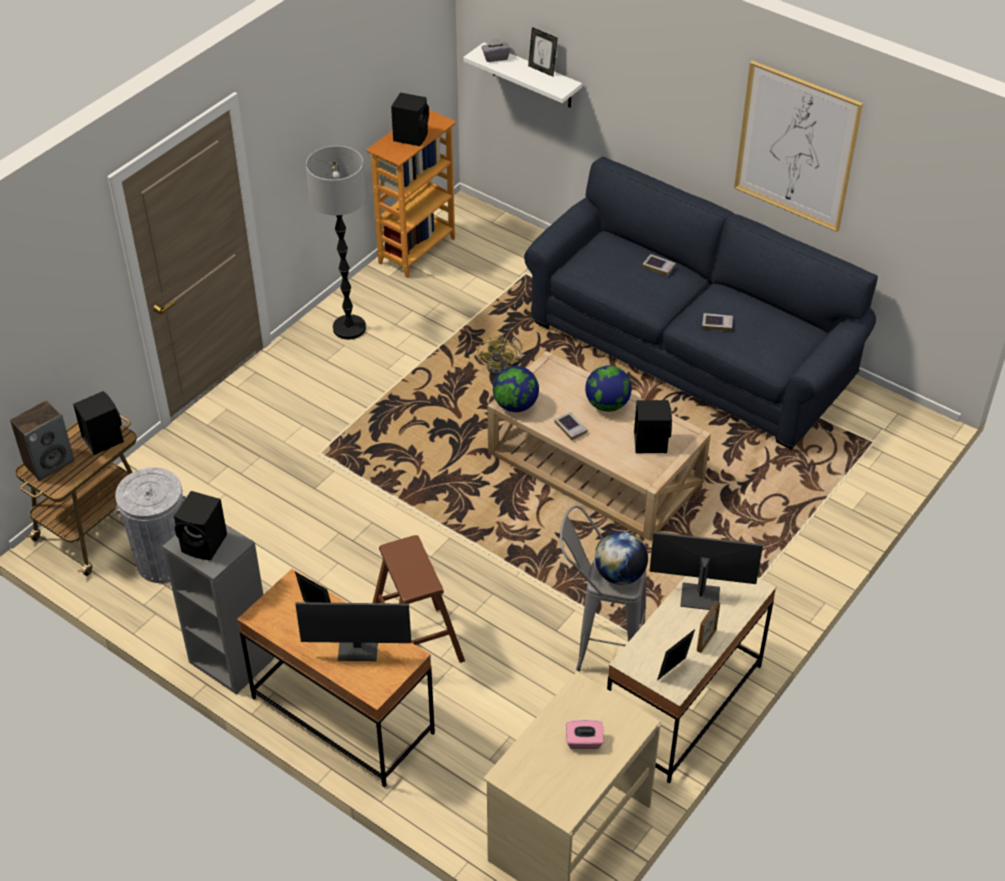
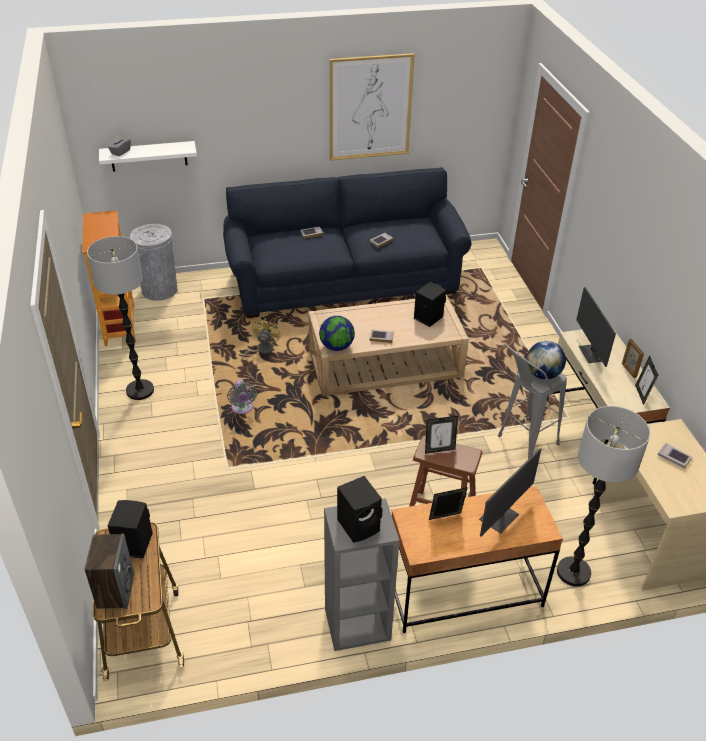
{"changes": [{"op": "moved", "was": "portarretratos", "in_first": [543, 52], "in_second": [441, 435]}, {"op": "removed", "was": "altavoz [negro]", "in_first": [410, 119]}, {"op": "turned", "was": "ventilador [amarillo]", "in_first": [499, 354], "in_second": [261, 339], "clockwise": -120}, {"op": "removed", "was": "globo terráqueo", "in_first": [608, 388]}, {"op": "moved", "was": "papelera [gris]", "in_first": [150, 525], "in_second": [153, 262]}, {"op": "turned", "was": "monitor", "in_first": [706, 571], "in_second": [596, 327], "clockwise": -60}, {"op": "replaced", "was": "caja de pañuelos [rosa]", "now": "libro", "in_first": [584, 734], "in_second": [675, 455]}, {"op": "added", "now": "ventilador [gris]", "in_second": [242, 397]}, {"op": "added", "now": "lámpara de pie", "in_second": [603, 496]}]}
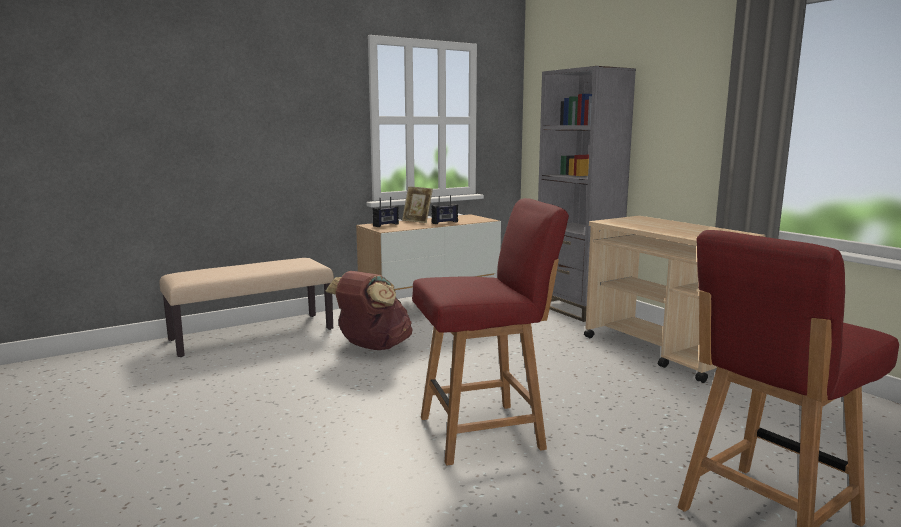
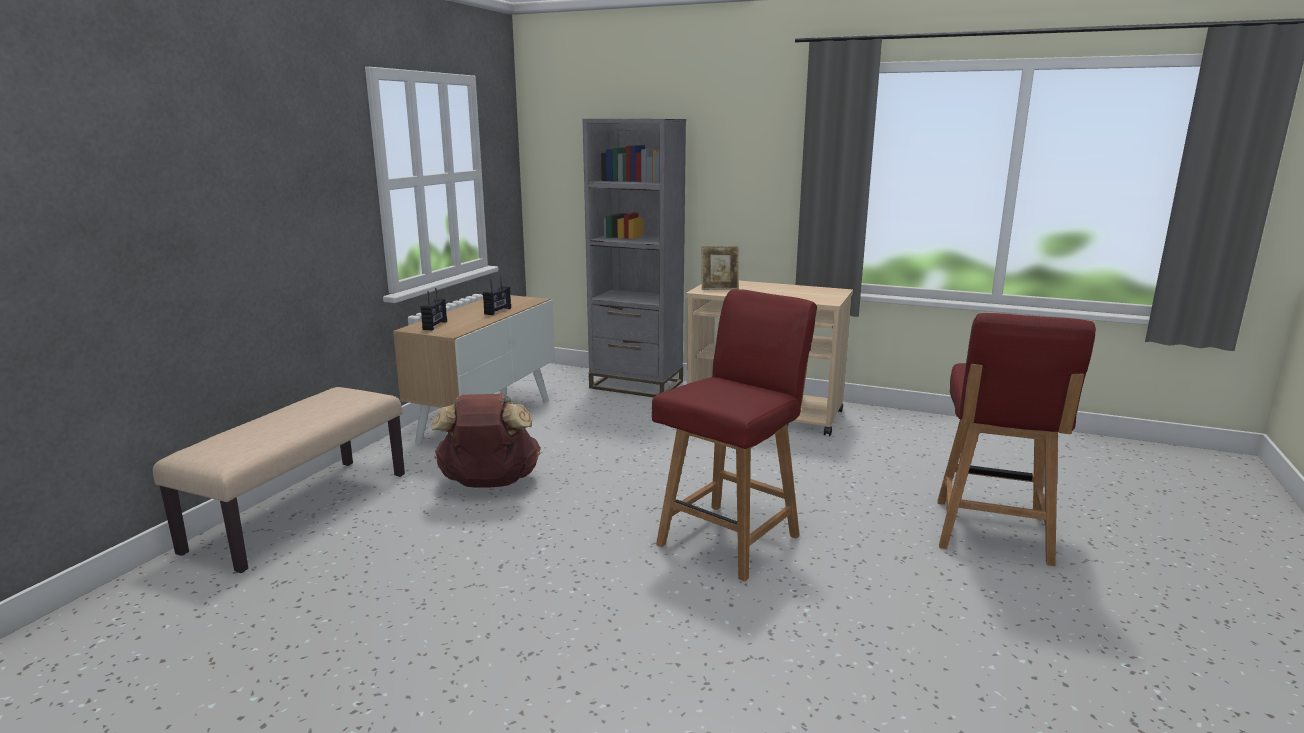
{"changes": [{"op": "moved", "was": "portarretratos", "in_first": [417, 204], "in_second": [720, 268]}]}
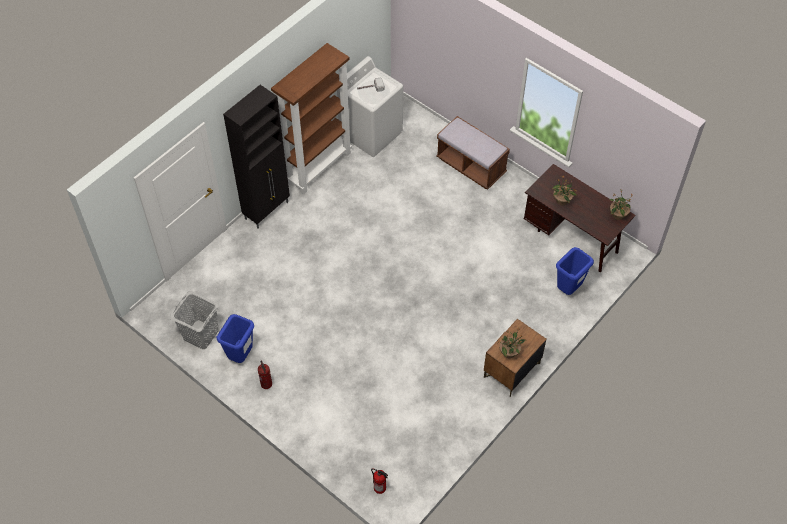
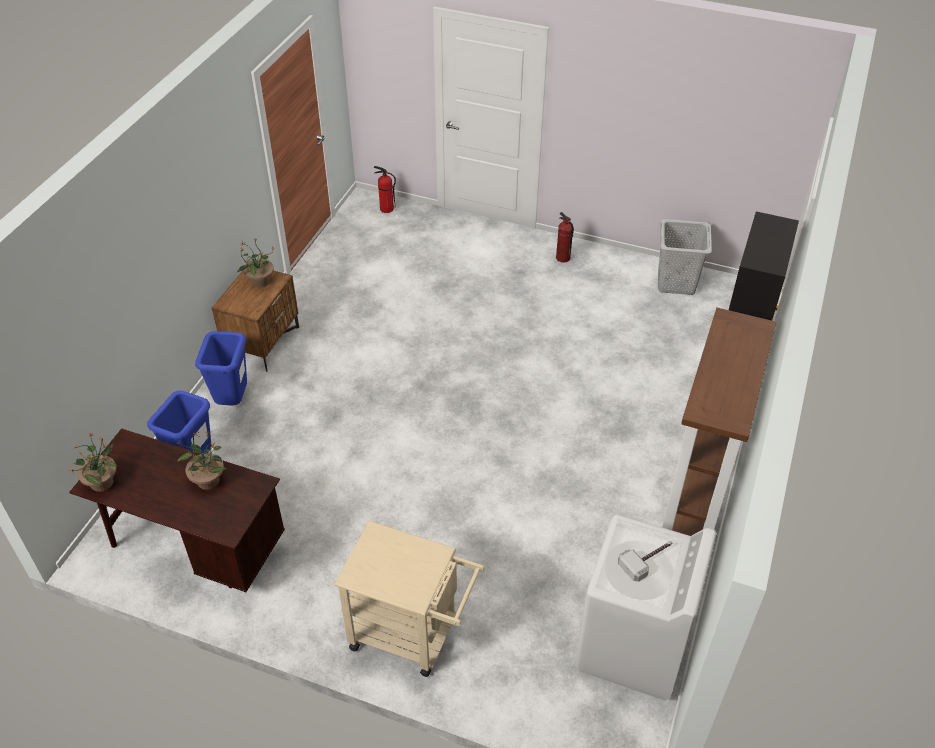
{"changes": [{"op": "replaced", "was": "banco [marrón]", "now": "carrito [beis]", "in_first": [473, 153], "in_second": [409, 599]}, {"op": "moved", "was": "papelera [azul]", "in_first": [235, 338], "in_second": [221, 368]}]}
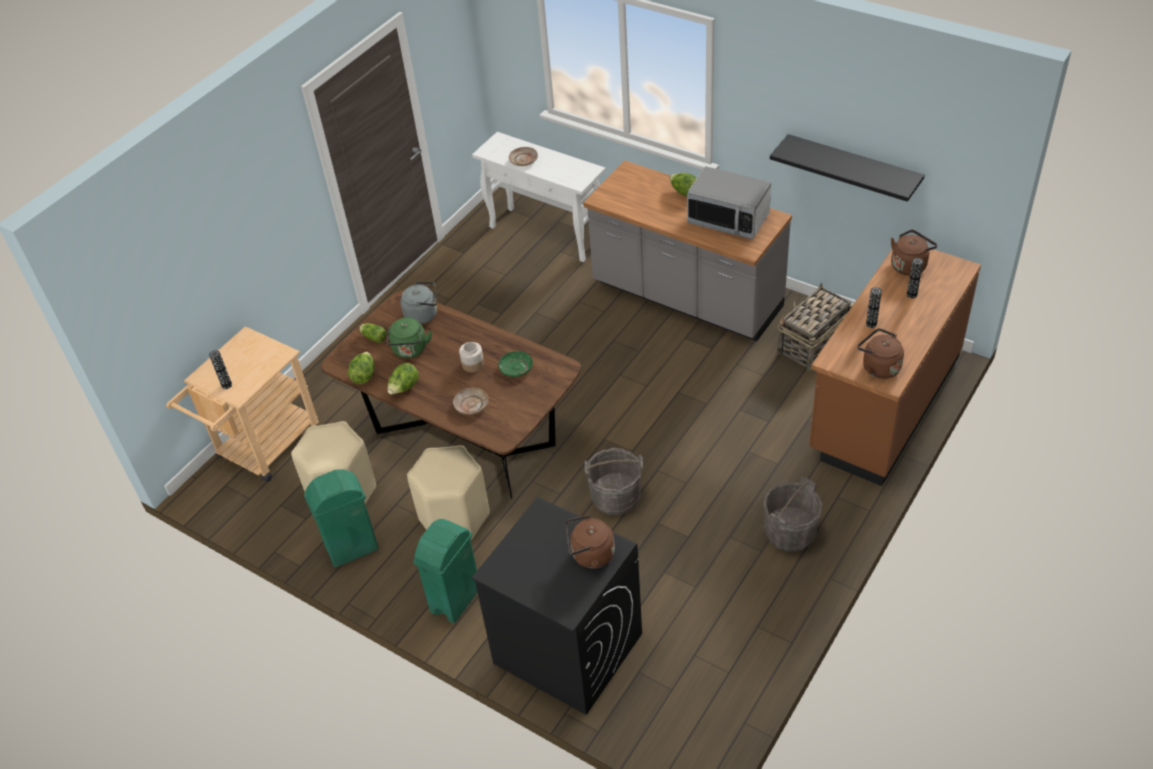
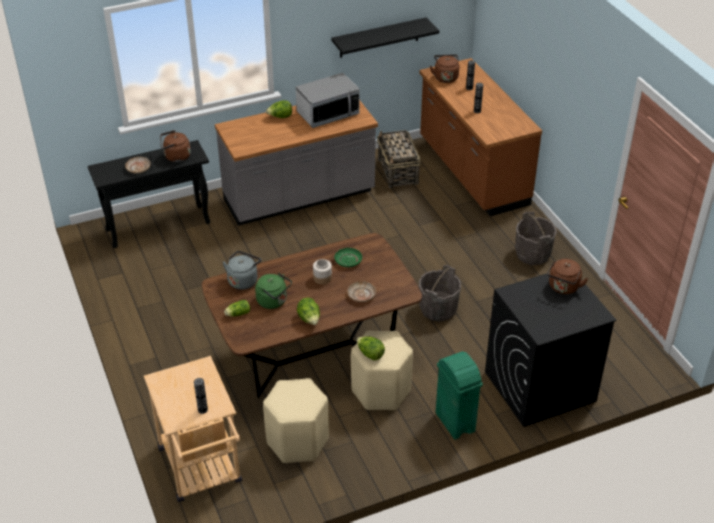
{"changes": [{"op": "recoloured", "was": "mesa consola [blanco]", "now": "mesa consola [negro]", "in_first": [539, 197], "in_second": [149, 194]}, {"op": "moved", "was": "hervidor [marrón]", "in_first": [881, 353], "in_second": [175, 146]}, {"op": "moved", "was": "lechuga", "in_first": [361, 368], "in_second": [370, 348]}, {"op": "removed", "was": "papelera [verde]", "in_first": [341, 518]}]}
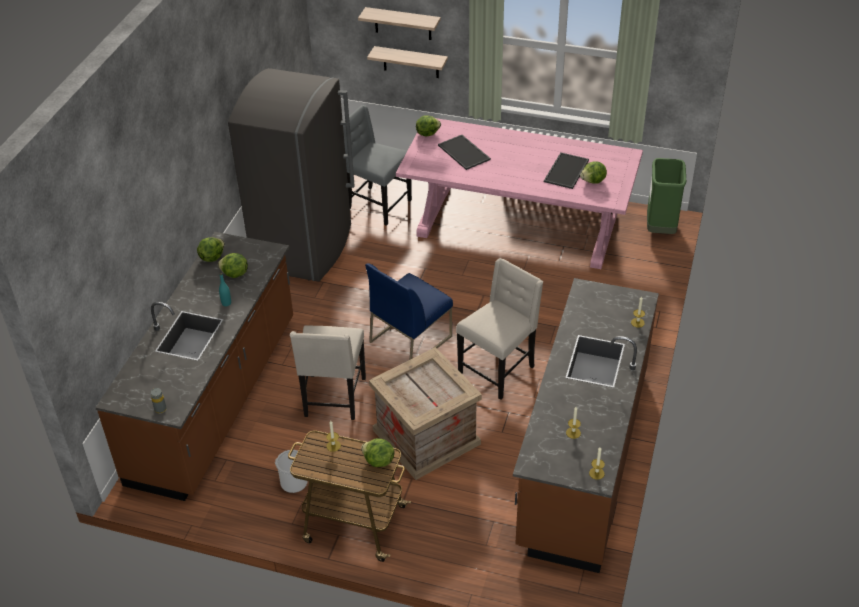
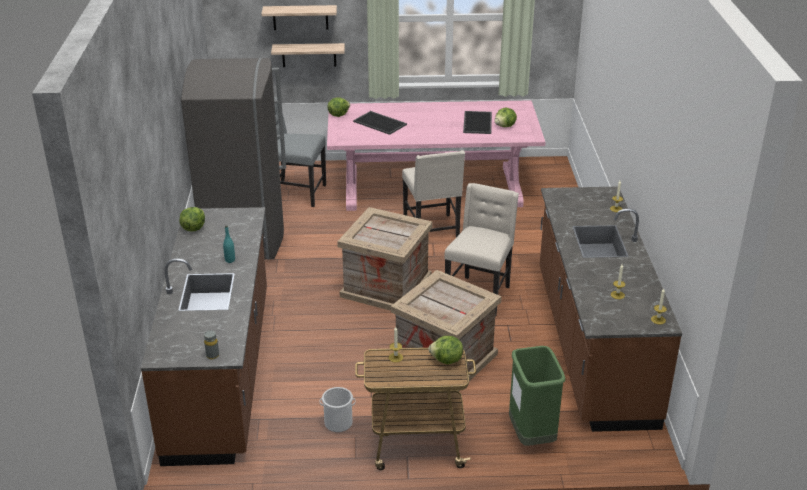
{"changes": [{"op": "moved", "was": "papelera [verde]", "in_first": [666, 196], "in_second": [537, 396]}, {"op": "removed", "was": "lechuga", "in_first": [233, 265]}, {"op": "replaced", "was": "silla [azul]", "now": "caja de embalaje", "in_first": [409, 311], "in_second": [385, 259]}, {"op": "moved", "was": "silla [beis]", "in_first": [328, 372], "in_second": [433, 193]}]}
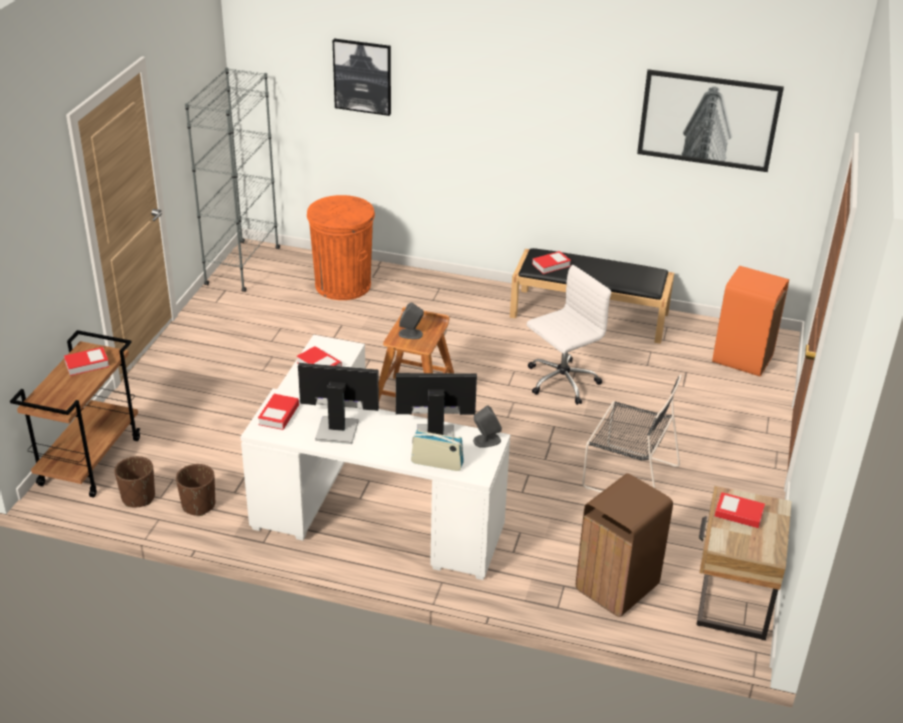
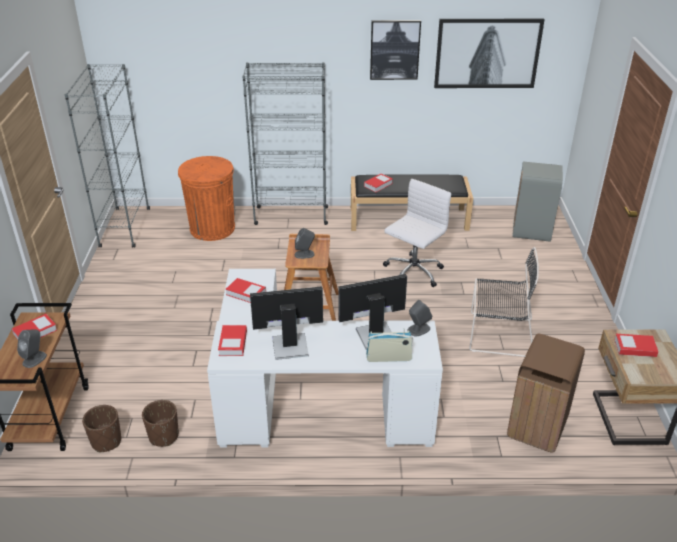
{"changes": [{"op": "moved", "was": "cuadro", "in_first": [362, 77], "in_second": [395, 50]}, {"op": "recoloured", "was": "papelera [naranja]", "now": "papelera [gris]", "in_first": [750, 321], "in_second": [537, 202]}, {"op": "added", "now": "estantería [gris]", "in_second": [285, 143]}, {"op": "added", "now": "altavoz [gris]", "in_second": [32, 348]}]}
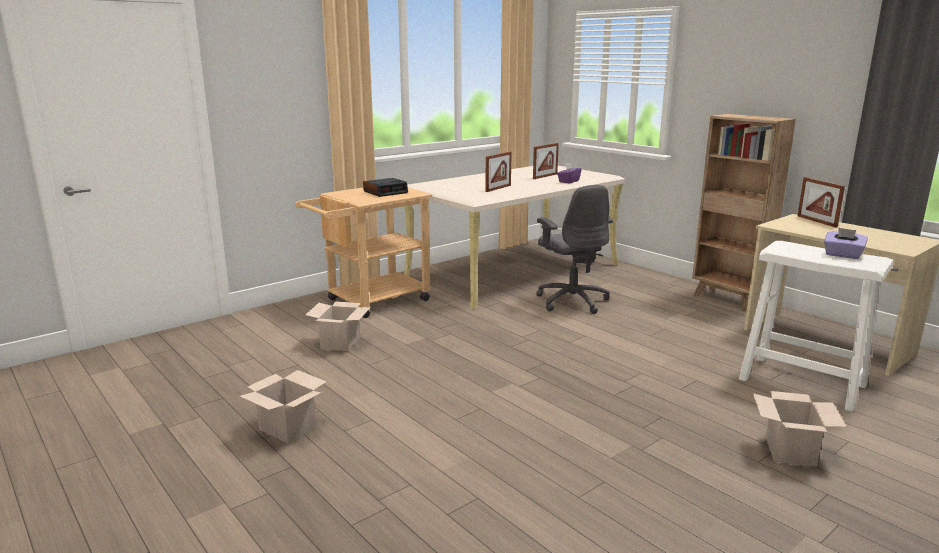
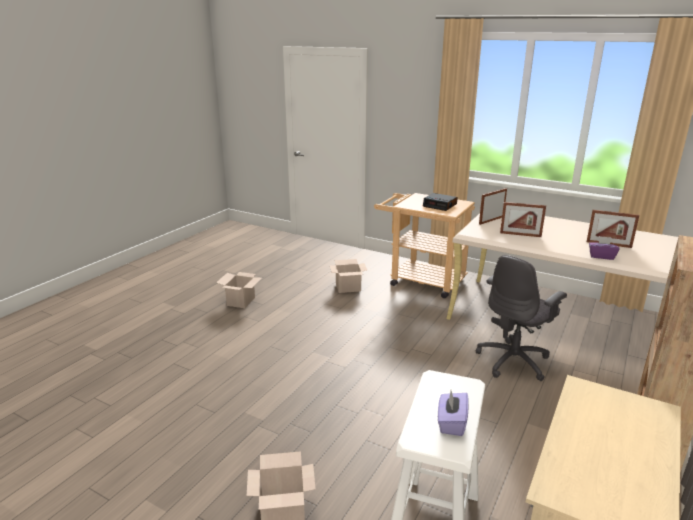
{"changes": [{"op": "moved", "was": "portarretratos", "in_first": [821, 202], "in_second": [493, 206]}]}
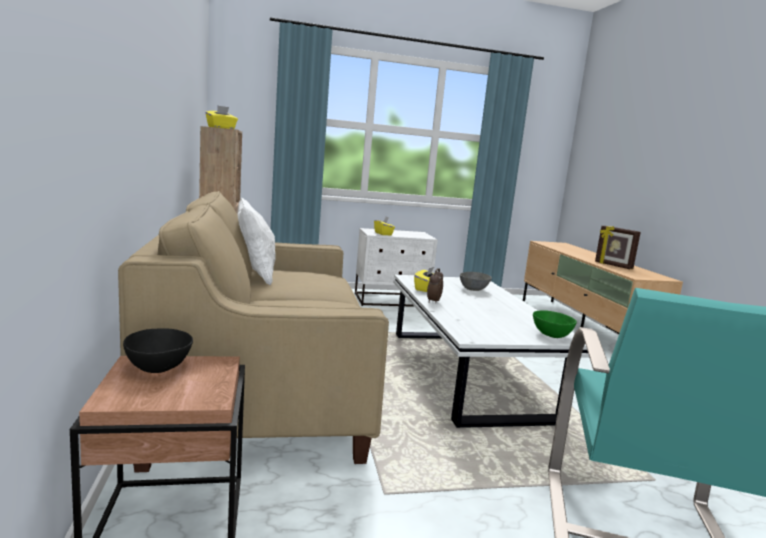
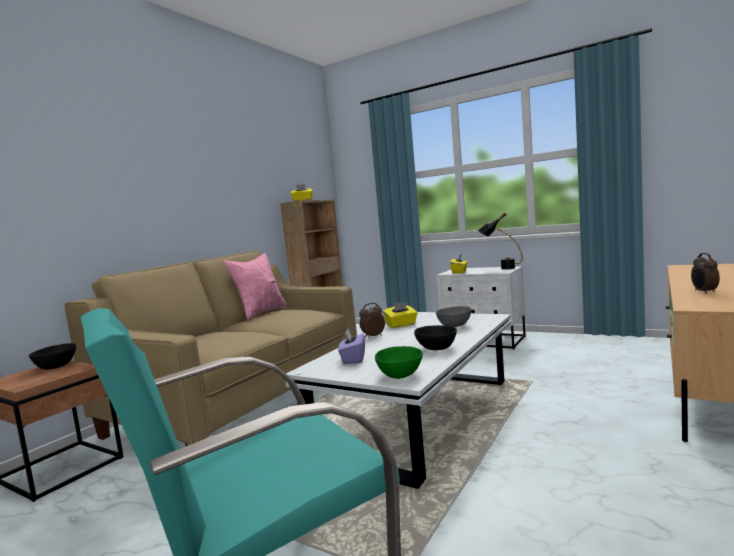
{"changes": [{"op": "recoloured", "was": "cojín [blanco]", "now": "cojín [rosa]", "in_first": [256, 241], "in_second": [256, 287]}, {"op": "replaced", "was": "portarretratos", "now": "despertador", "in_first": [618, 247], "in_second": [705, 273]}, {"op": "added", "now": "lámpara de mesa [negro]", "in_second": [500, 240]}, {"op": "added", "now": "cuenco [negro]", "in_second": [435, 337]}, {"op": "added", "now": "caja de pañuelos [morado]", "in_second": [351, 346]}]}
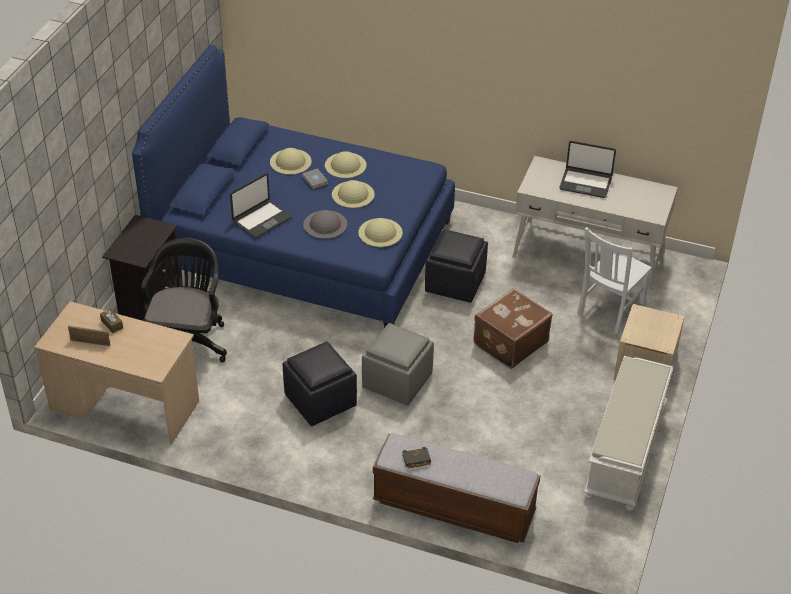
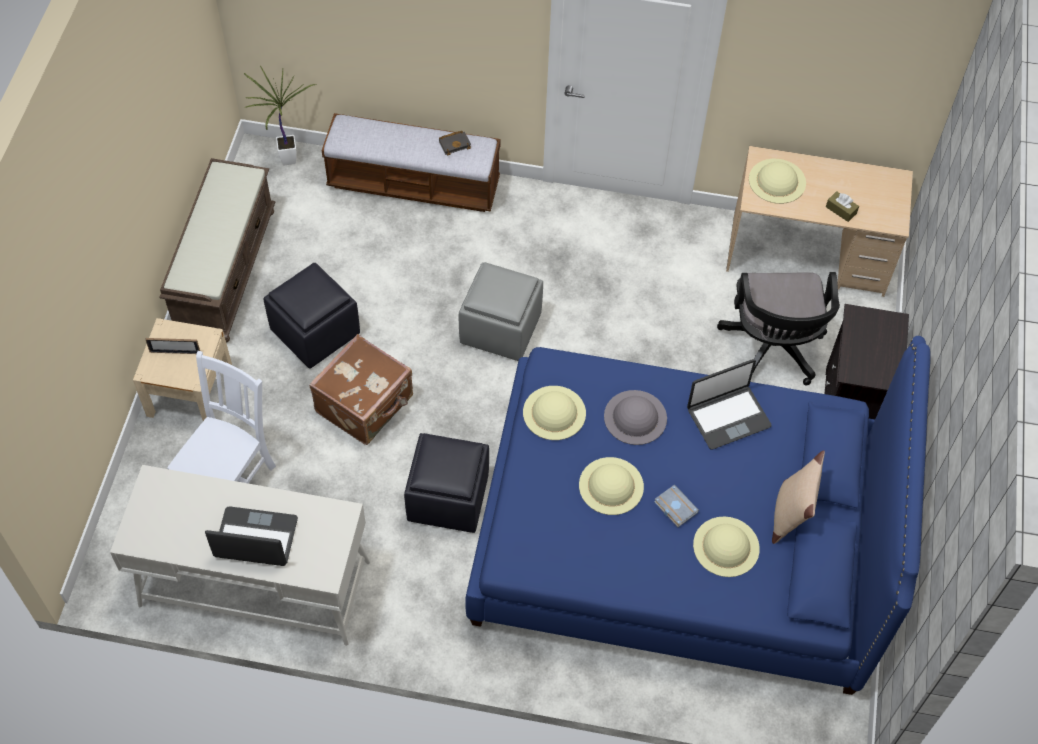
{"changes": [{"op": "moved", "was": "sombrero [beis]", "in_first": [346, 164], "in_second": [777, 181]}, {"op": "turned", "was": "portátil", "in_first": [261, 205], "in_second": [729, 404], "clockwise": -150}, {"op": "moved", "was": "portarretratos", "in_first": [89, 336], "in_second": [172, 346]}, {"op": "moved", "was": "puf [negro]", "in_first": [320, 383], "in_second": [311, 316]}, {"op": "recoloured", "was": "banco [blanco]", "now": "banco [marrón]", "in_first": [628, 433], "in_second": [217, 250]}, {"op": "added", "now": "planta en maceta", "in_second": [280, 115]}, {"op": "added", "now": "cojín [beis]", "in_second": [798, 497]}]}
